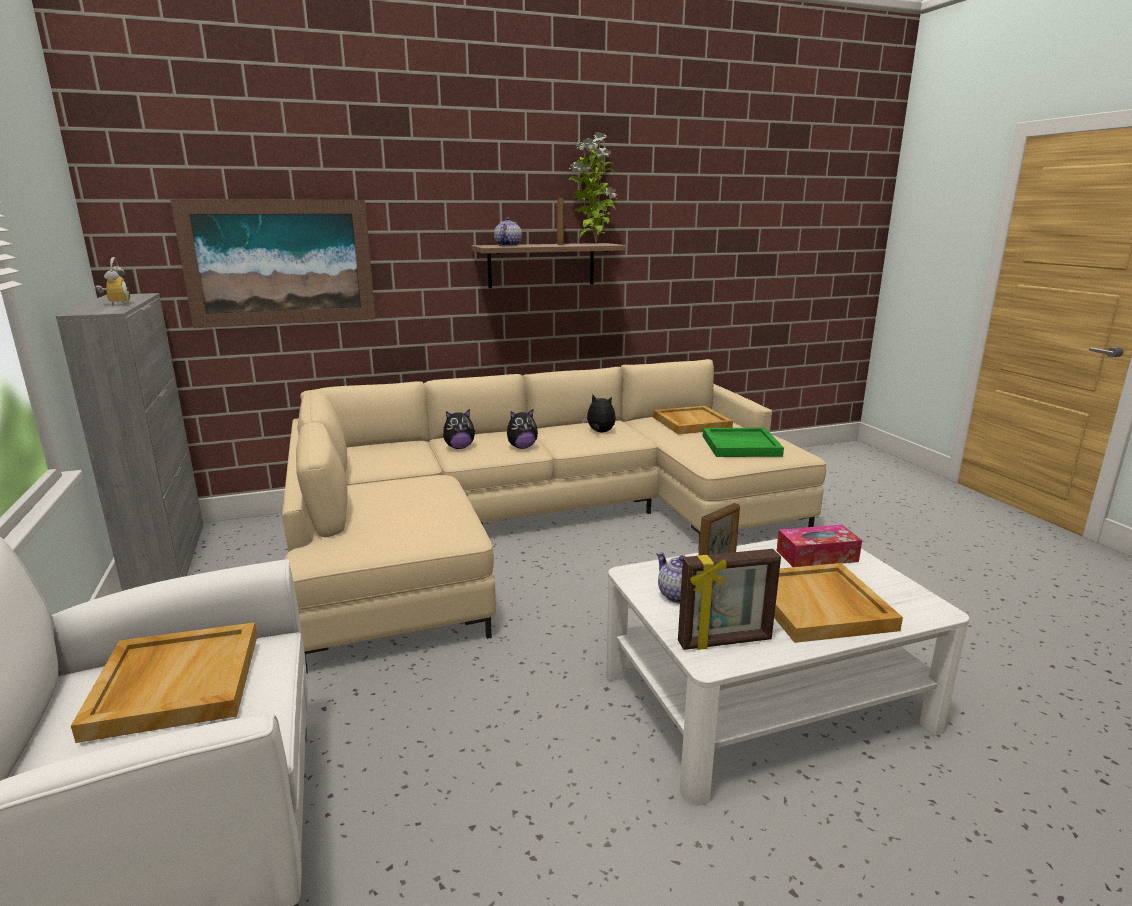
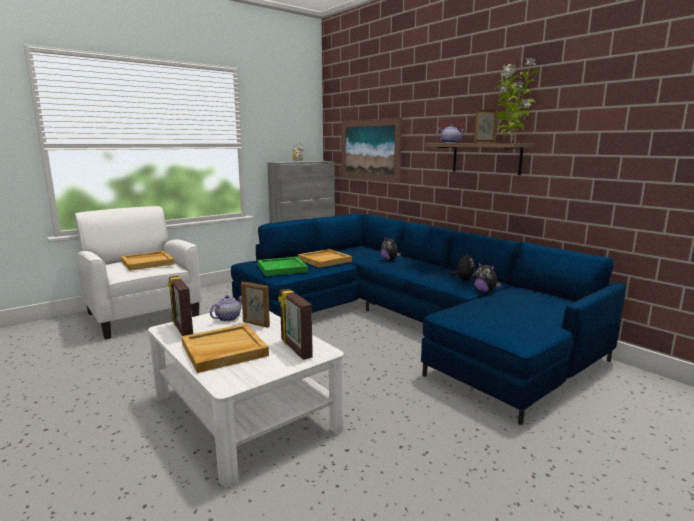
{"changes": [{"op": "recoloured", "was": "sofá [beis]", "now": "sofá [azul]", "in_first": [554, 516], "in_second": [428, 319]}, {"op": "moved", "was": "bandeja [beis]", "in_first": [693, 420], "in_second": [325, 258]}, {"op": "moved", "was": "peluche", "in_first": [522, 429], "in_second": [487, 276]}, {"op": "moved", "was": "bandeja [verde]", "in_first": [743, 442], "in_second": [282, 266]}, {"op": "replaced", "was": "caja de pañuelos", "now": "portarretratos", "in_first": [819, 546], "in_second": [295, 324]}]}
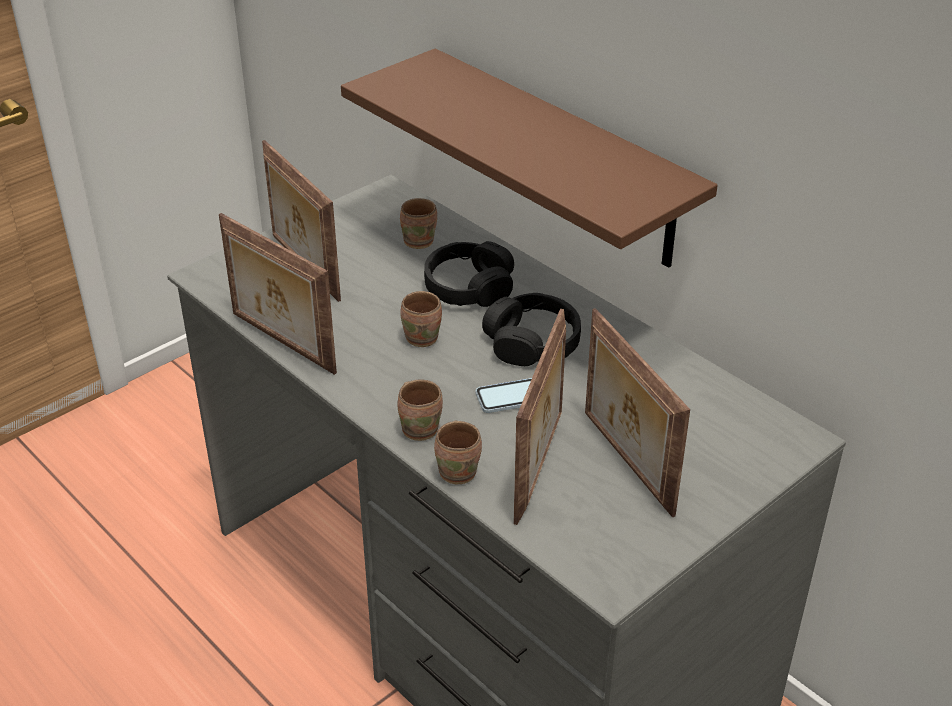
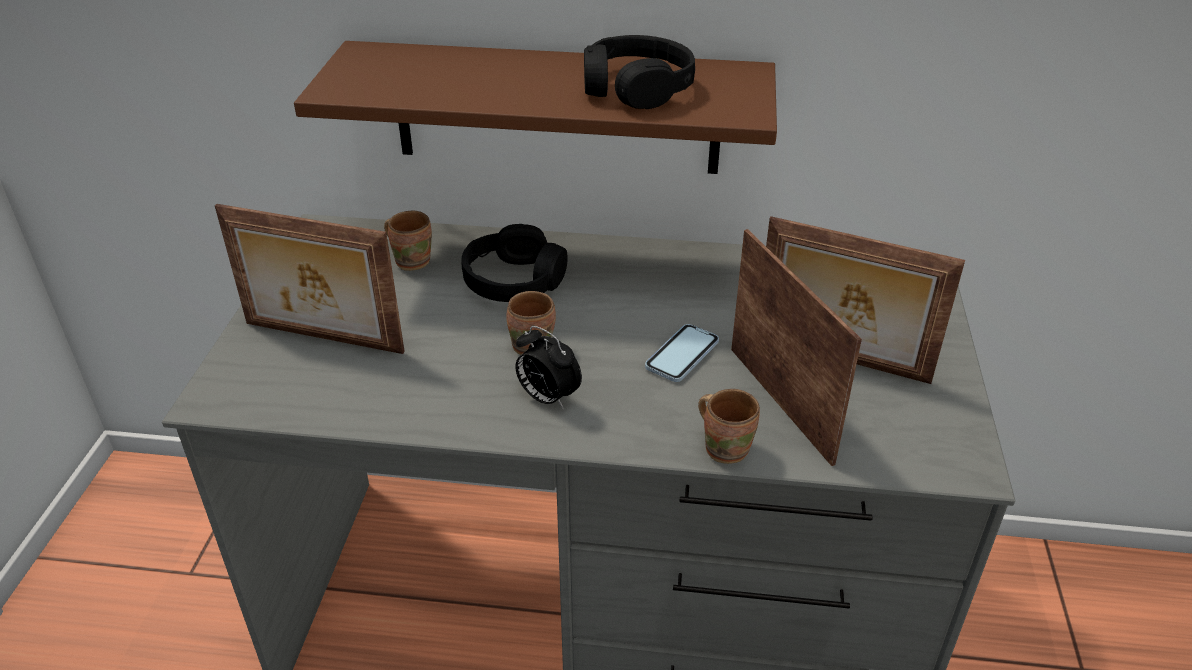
{"changes": [{"op": "removed", "was": "portarretratos", "in_first": [278, 294]}, {"op": "moved", "was": "auriculares [negro]", "in_first": [531, 329], "in_second": [639, 72]}, {"op": "removed", "was": "taza grande [marrón]", "in_first": [420, 410]}, {"op": "added", "now": "despertador", "in_second": [548, 367]}]}
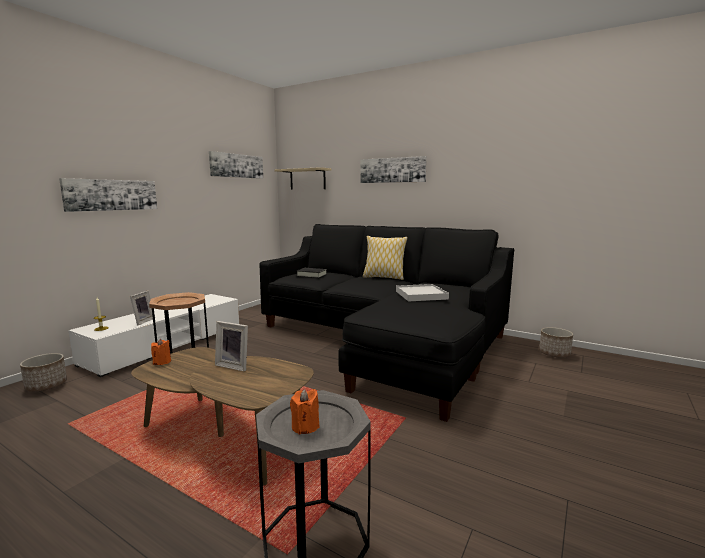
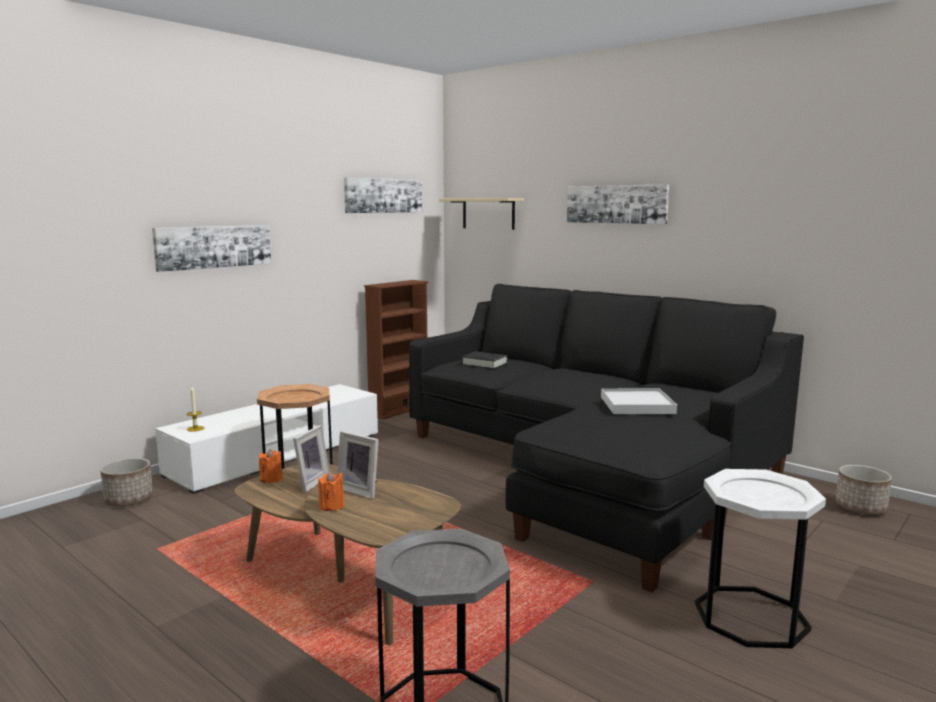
{"changes": [{"op": "removed", "was": "cojín", "in_first": [385, 258]}, {"op": "moved", "was": "portarretratos", "in_first": [141, 308], "in_second": [311, 458]}, {"op": "moved", "was": "vela [naranja]", "in_first": [305, 412], "in_second": [331, 491]}, {"op": "added", "now": "estantería [marrón]", "in_second": [396, 350]}, {"op": "added", "now": "mesa auxiliar [blanco]", "in_second": [760, 558]}]}
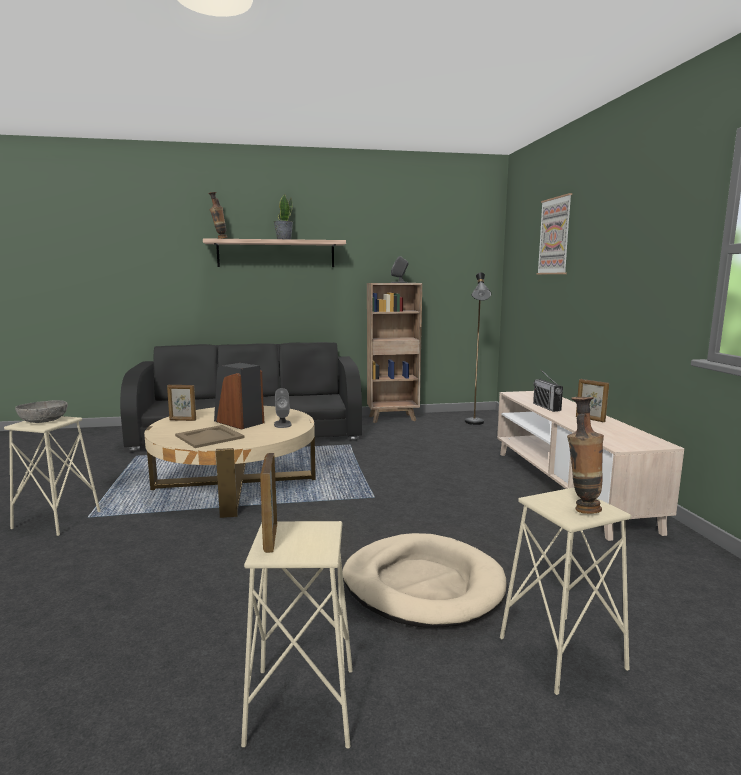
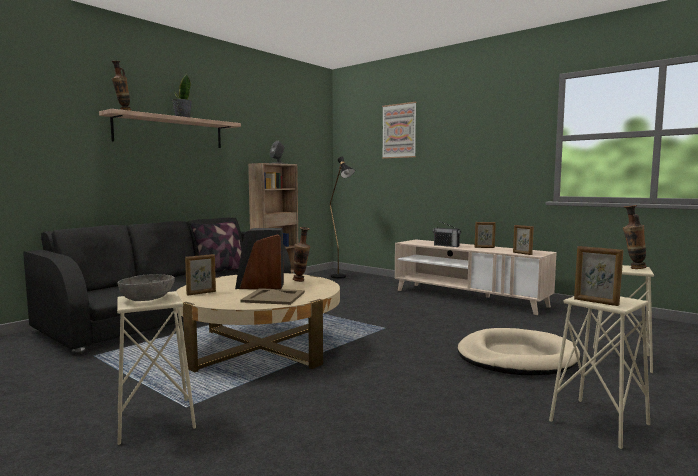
{"changes": [{"op": "replaced", "was": "altavoz [gris]", "now": "florero", "in_first": [282, 408], "in_second": [301, 254]}, {"op": "added", "now": "cojín", "in_second": [215, 246]}, {"op": "added", "now": "portarretratos", "in_second": [523, 240]}]}
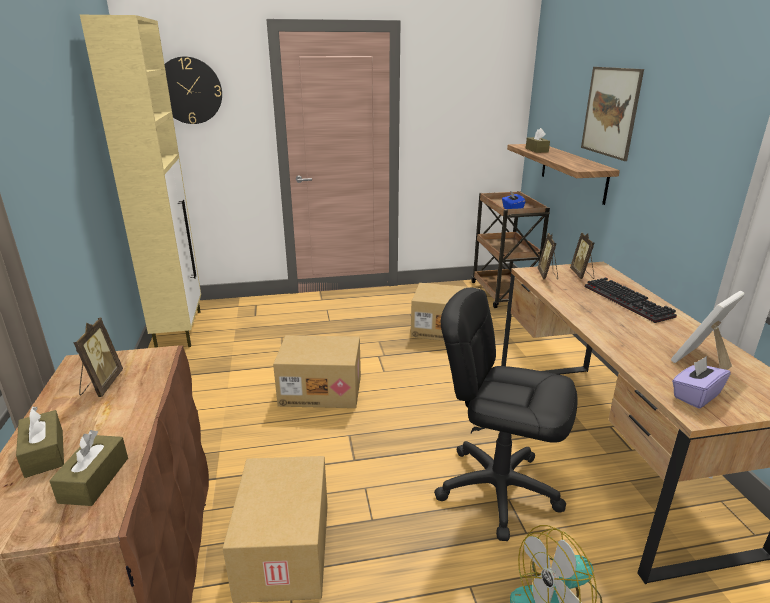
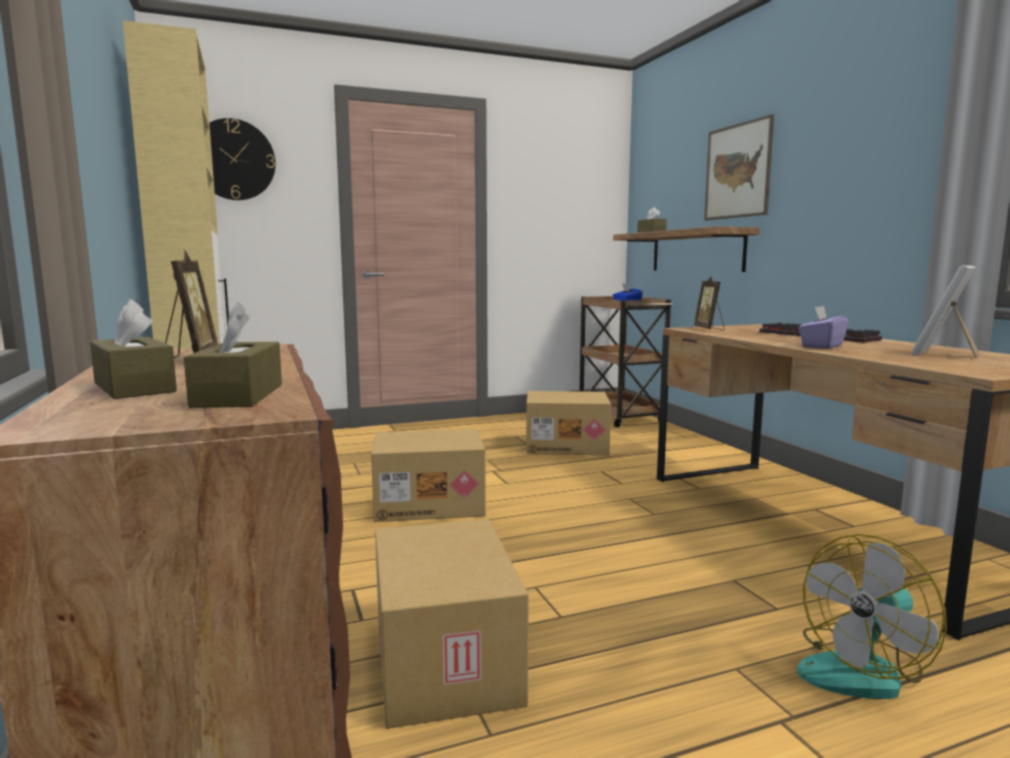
{"changes": [{"op": "removed", "was": "portarretratos", "in_first": [582, 256]}, {"op": "removed", "was": "silla de oficina [negro]", "in_first": [506, 414]}, {"op": "moved", "was": "caja de pañuelos [morado]", "in_first": [701, 382], "in_second": [823, 327]}]}
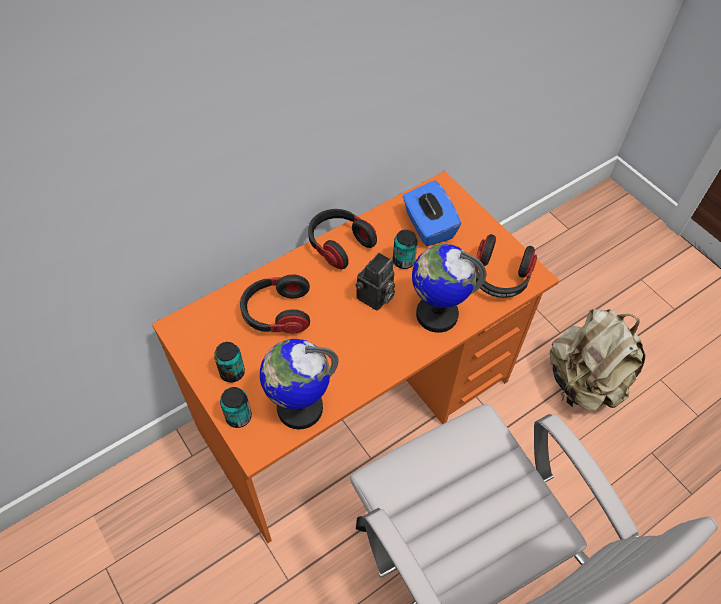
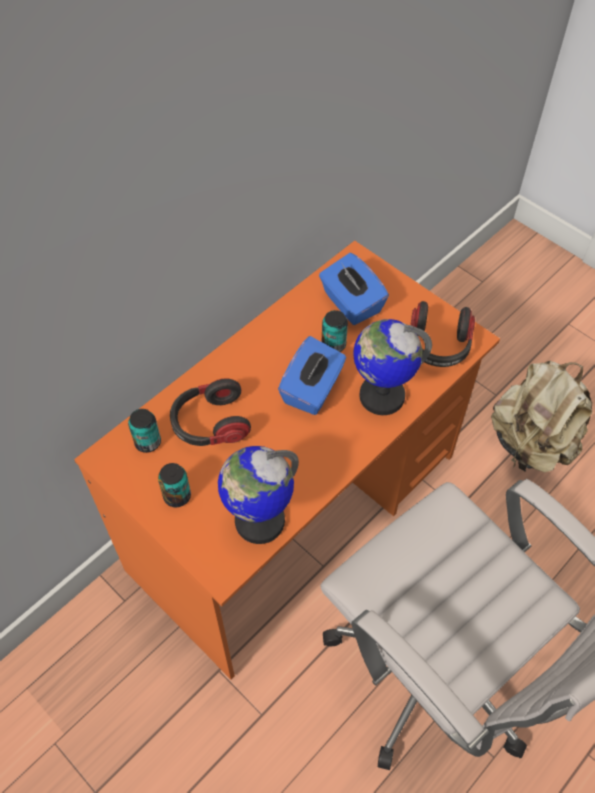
{"changes": [{"op": "removed", "was": "auriculares", "in_first": [342, 239]}, {"op": "replaced", "was": "cámara", "now": "caja de pañuelos [azul]", "in_first": [375, 282], "in_second": [312, 375]}, {"op": "moved", "was": "lata", "in_first": [236, 407], "in_second": [144, 431]}]}
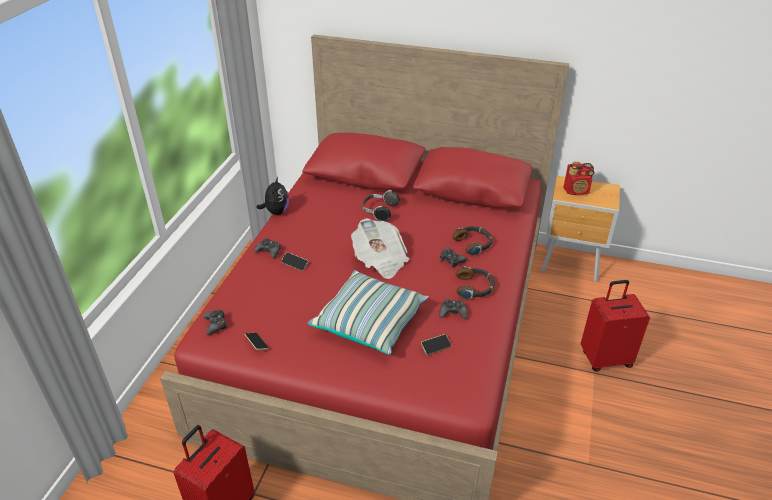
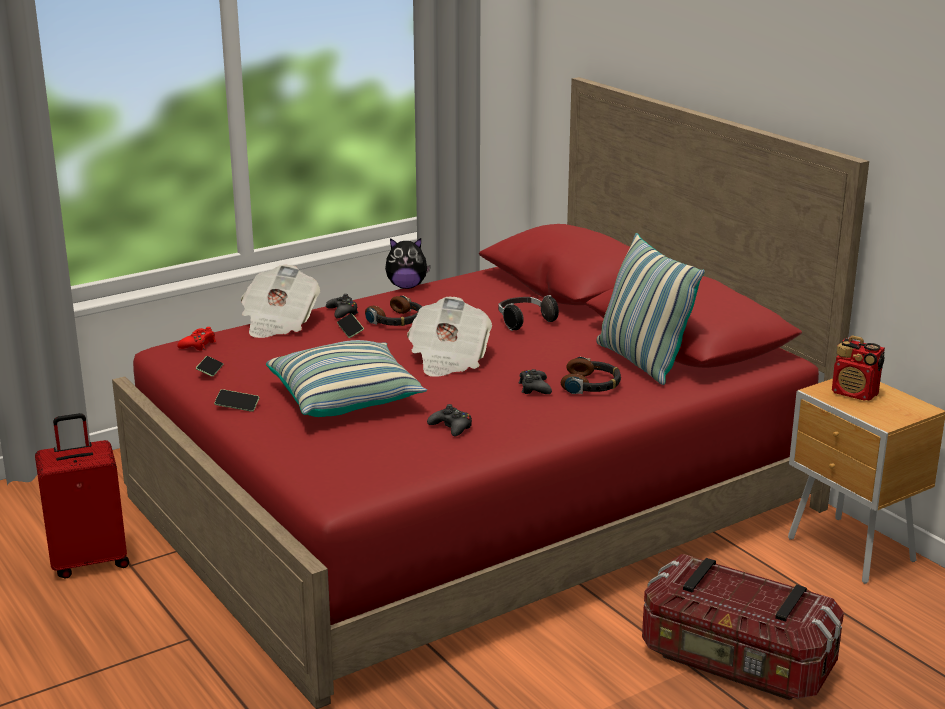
{"changes": [{"op": "turned", "was": "peluche", "in_first": [273, 195], "in_second": [408, 263], "clockwise": 45}, {"op": "moved", "was": "auriculares", "in_first": [475, 282], "in_second": [393, 311]}, {"op": "replaced", "was": "maleta [rojo]", "now": "caja de almacenaje", "in_first": [615, 326], "in_second": [743, 627]}, {"op": "recoloured", "was": "mando de consola [negro]", "now": "mando de consola [rojo]", "in_first": [215, 322], "in_second": [196, 339]}, {"op": "moved", "was": "móvil", "in_first": [436, 344], "in_second": [236, 400]}, {"op": "added", "now": "cojín", "in_second": [650, 309]}, {"op": "added", "now": "periódico", "in_second": [280, 301]}]}
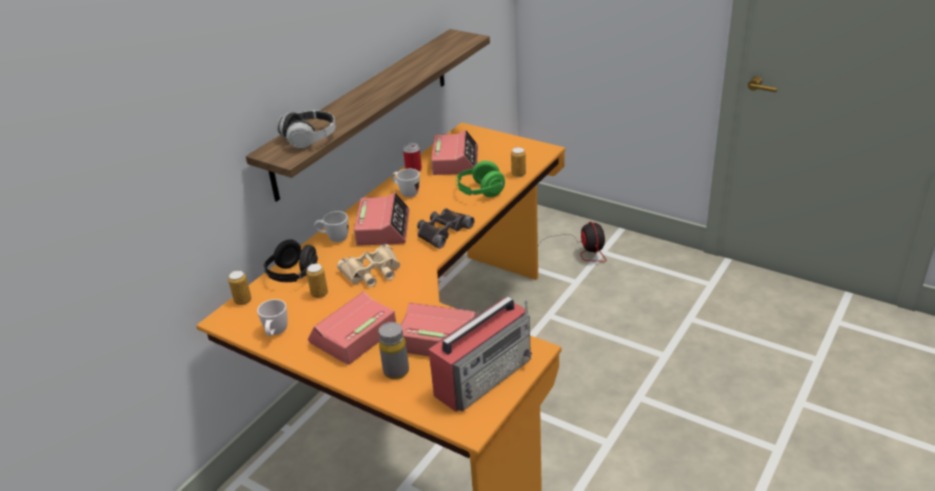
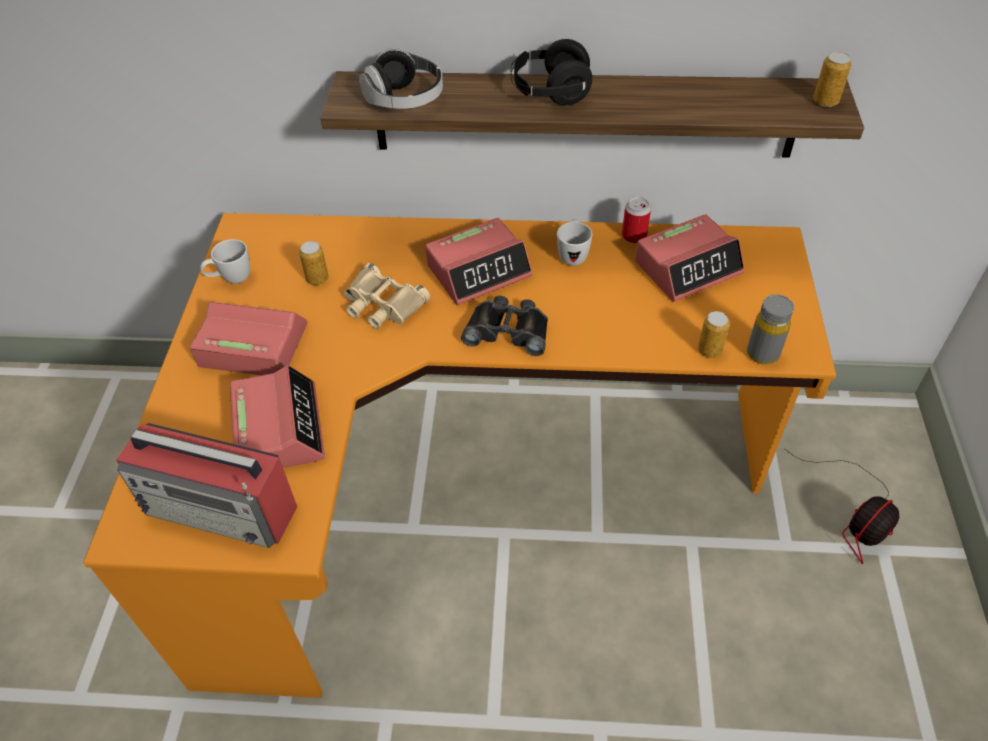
{"changes": [{"op": "removed", "was": "auriculares [verde]", "in_first": [480, 179]}, {"op": "removed", "was": "taza grande [blanco]", "in_first": [331, 226]}, {"op": "moved", "was": "auriculares [negro]", "in_first": [291, 261], "in_second": [551, 72]}, {"op": "moved", "was": "lata", "in_first": [239, 287], "in_second": [832, 79]}, {"op": "moved", "was": "botella [gris]", "in_first": [394, 351], "in_second": [770, 329]}]}
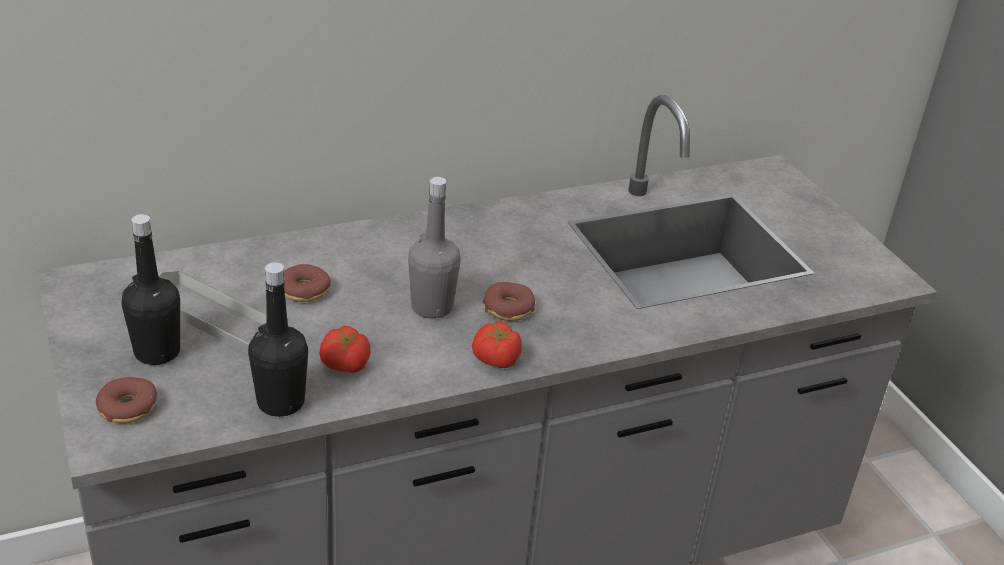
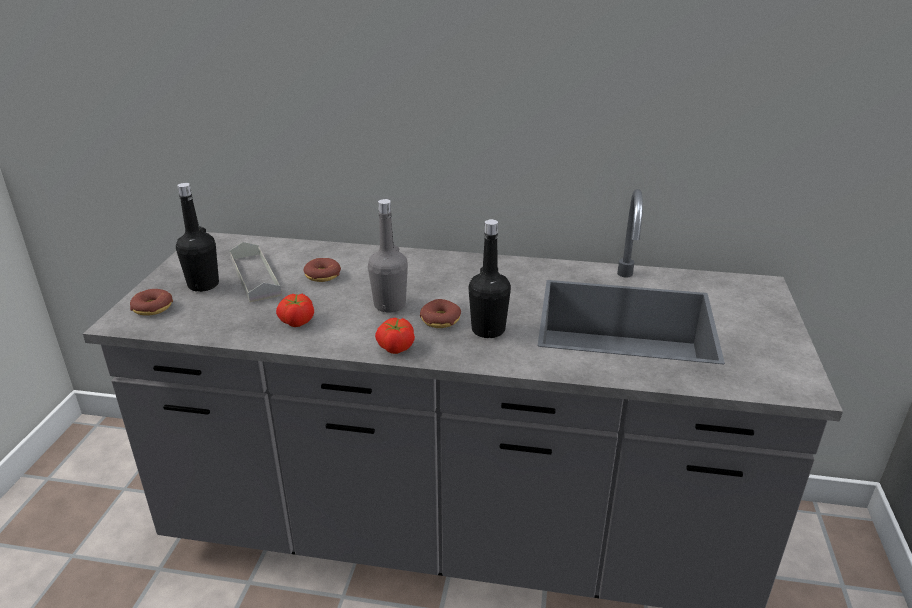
{"changes": [{"op": "moved", "was": "botella [negro]", "in_first": [278, 339], "in_second": [489, 278]}]}
